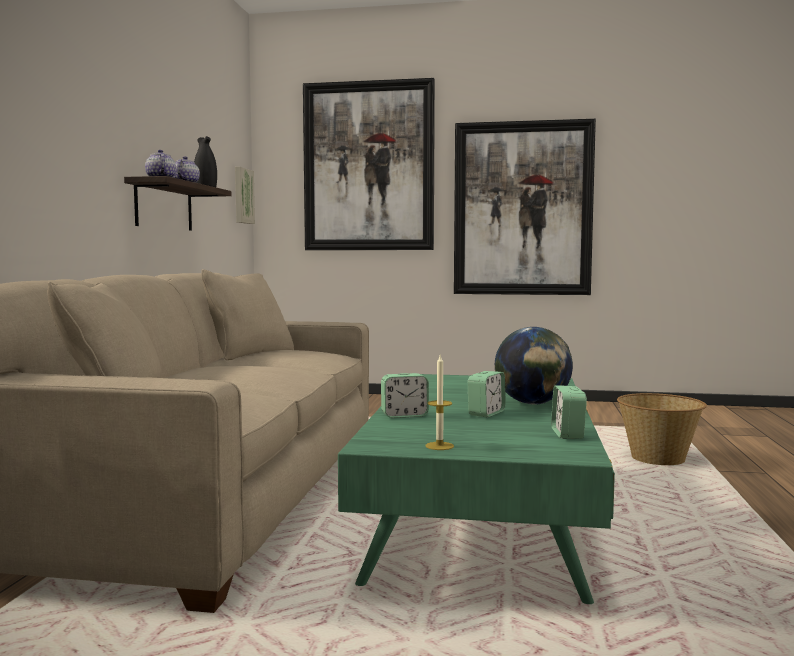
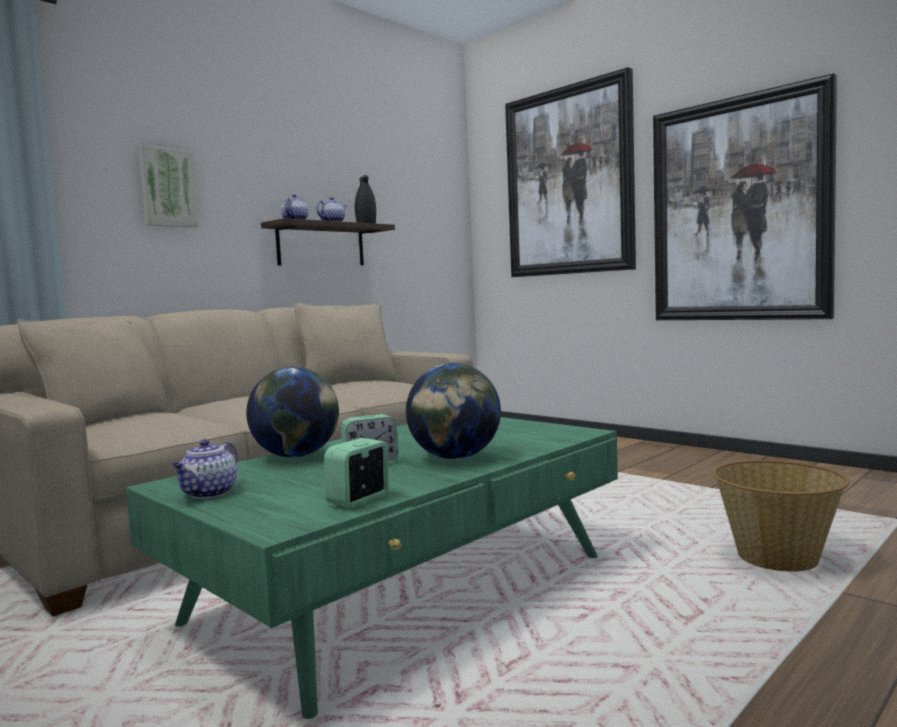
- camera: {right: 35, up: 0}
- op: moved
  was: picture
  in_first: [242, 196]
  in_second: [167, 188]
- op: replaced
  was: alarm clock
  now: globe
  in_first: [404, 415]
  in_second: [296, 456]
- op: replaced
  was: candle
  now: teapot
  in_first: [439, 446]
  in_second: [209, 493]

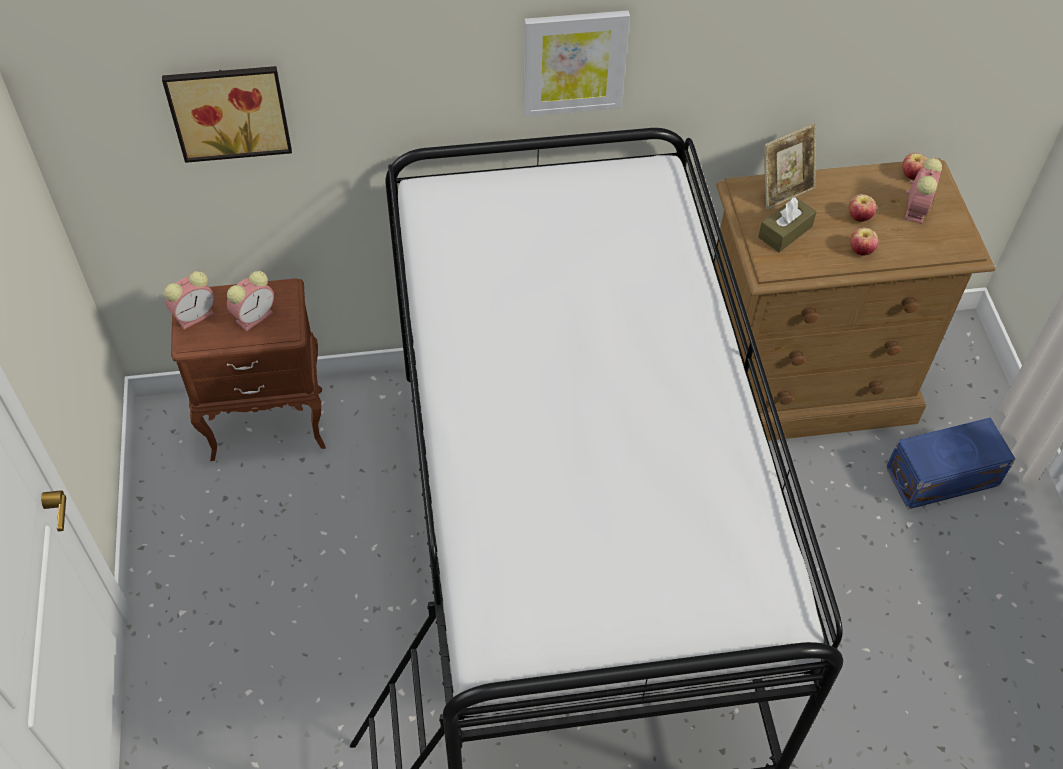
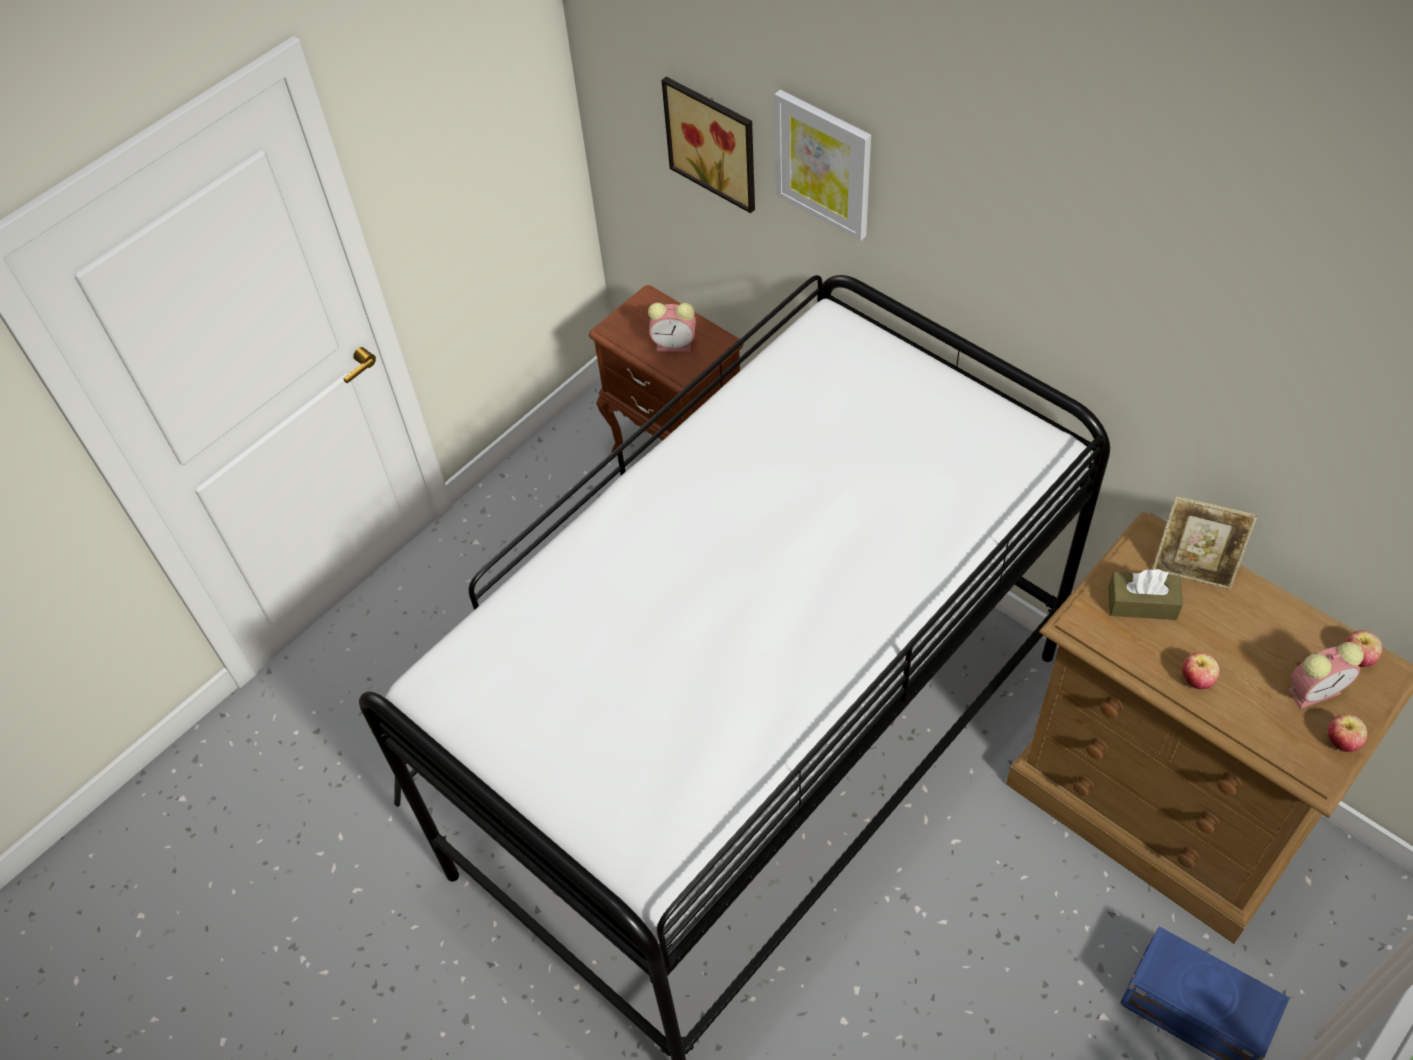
- camera: {right: 55, up: 0}
- op: removed
  was: alarm clock
  in_first: [196, 315]
- op: moved
  was: picture
  in_first: [574, 62]
  in_second: [824, 164]
- op: moved
  was: apple
  in_first: [859, 217]
  in_second: [1341, 741]

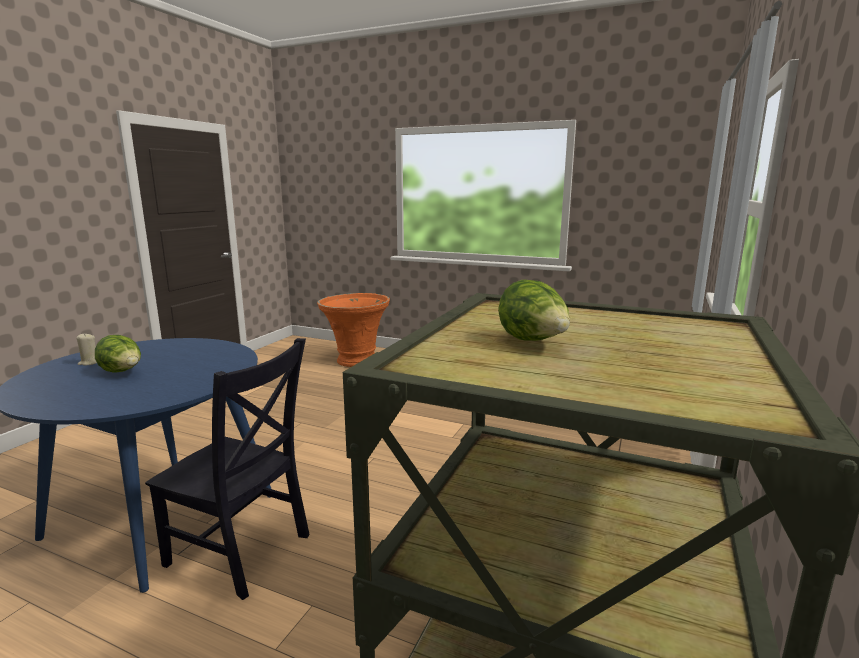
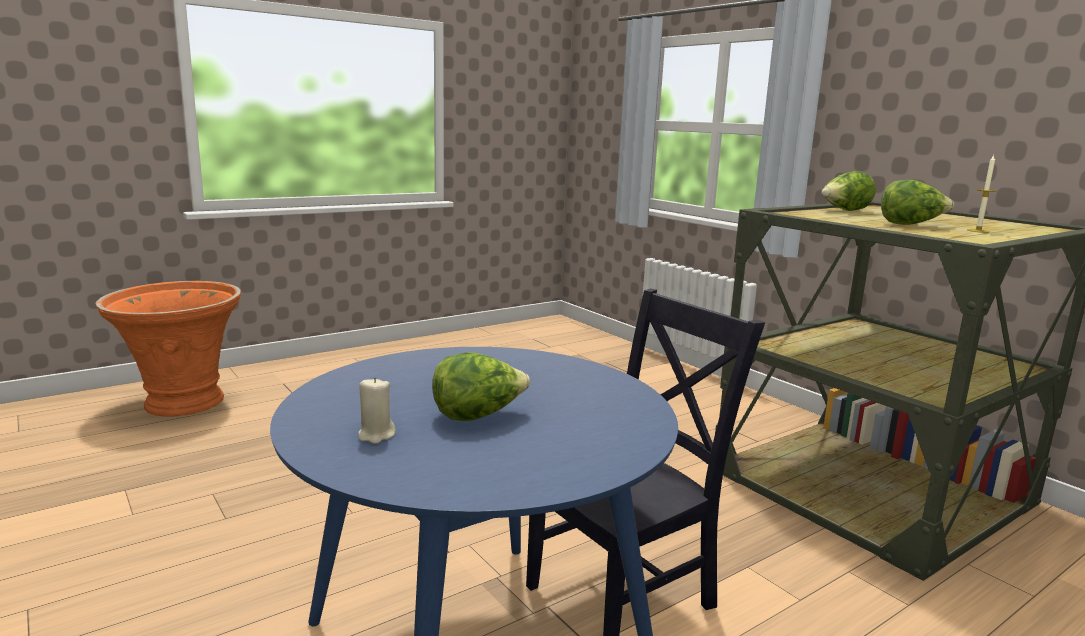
- camera: {right: -60, up: 0}
- op: added
  now: lettuce
  in_second: [845, 211]
- op: added
  now: candle
  in_second: [978, 231]

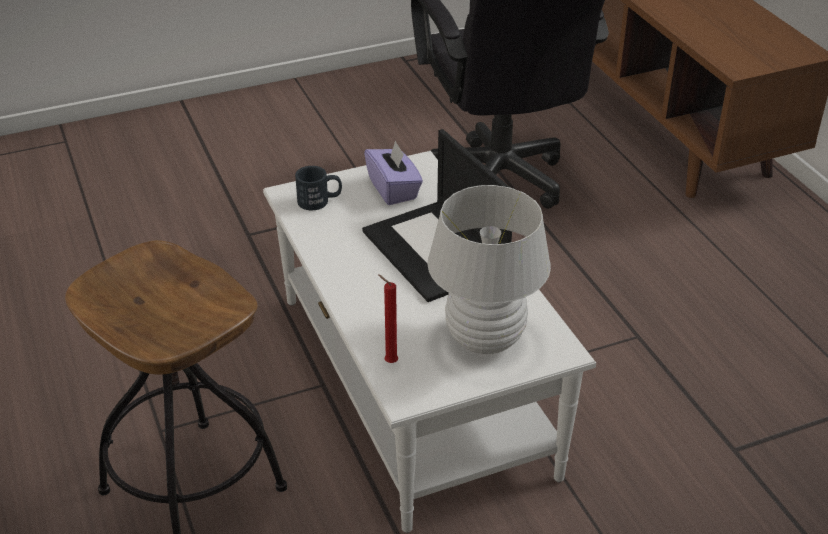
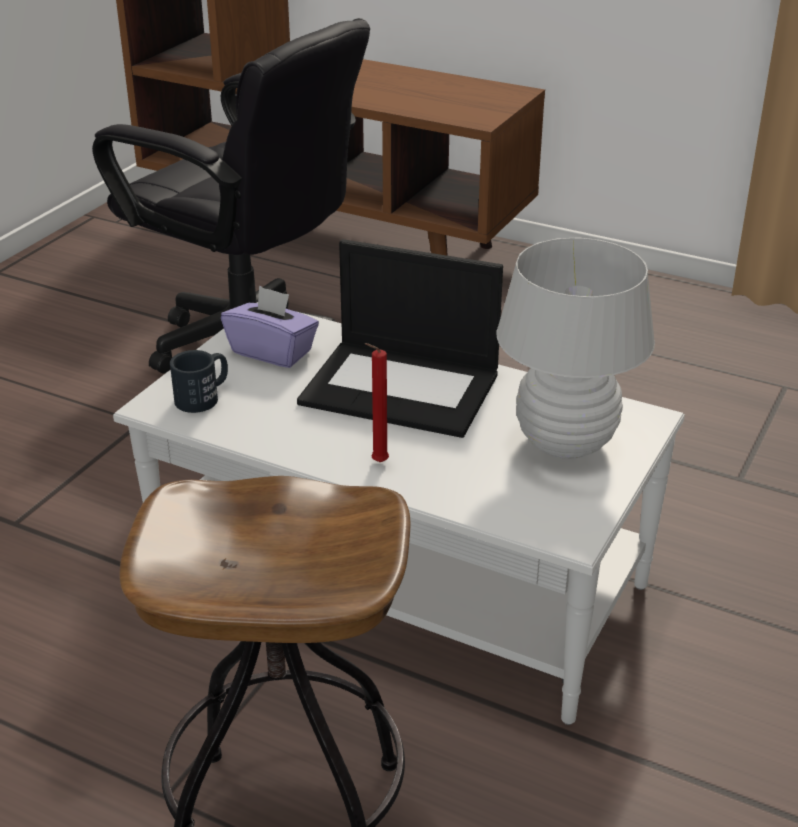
- camera: {right: -40, up: -5}
- op: moved
  was: red candle
  in_first: [389, 362]
  in_second: [377, 463]

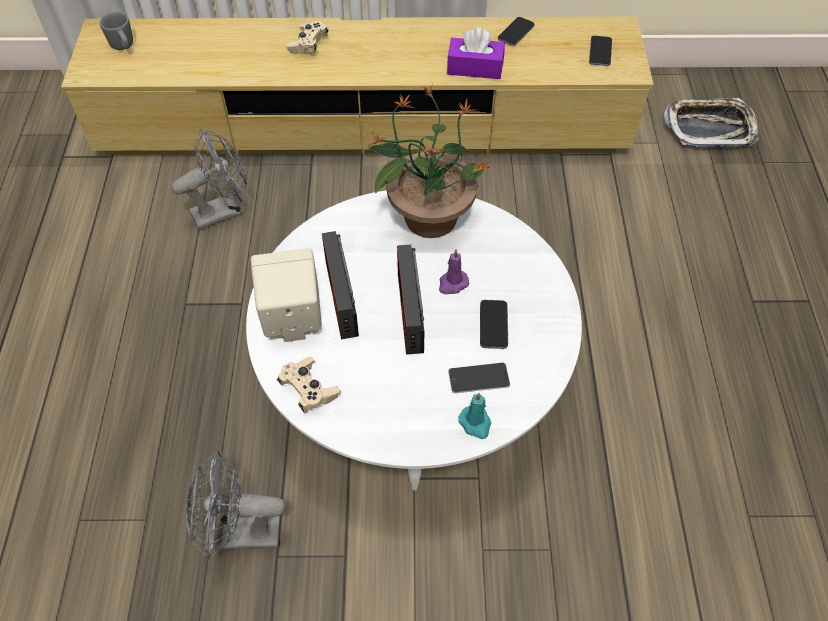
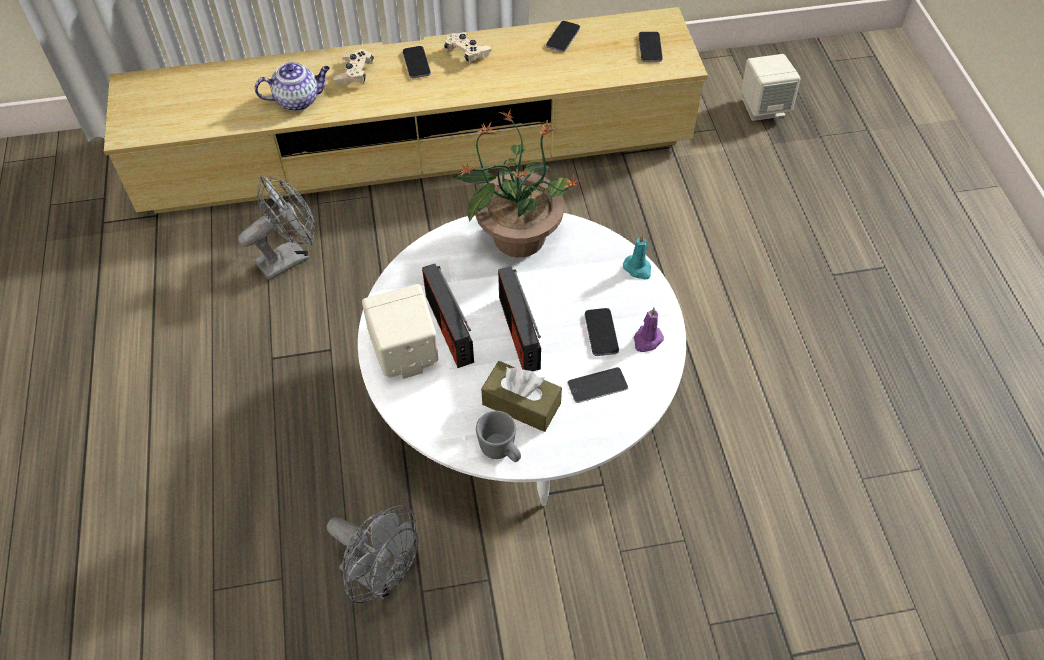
- camera: {right: -10, up: 0}
- op: removed
  was: purple tissue box
  in_first: [475, 68]
- op: added
  now: teapot
  in_second: [298, 100]
- op: added
  now: phone
  in_second: [416, 63]
- op: added
  now: brown tissue box
  in_second: [521, 404]
- op: moved
  was: grey mug
  in_first: [124, 47]
  in_second: [501, 451]
- op: moved
  was: beige game controller
  in_first: [309, 390]
  in_second: [467, 53]
- op: moved
  was: purple candle
  in_first: [452, 283]
  in_second: [647, 340]
- op: moved
  was: turquoise candle
  in_first: [475, 423]
  in_second: [638, 268]
- op: replaced
  was: tray
  now: beige speaker
  in_first: [710, 127]
  in_second: [763, 107]
- op: turned
  was: grey fan
  in_first: [240, 534]
  in_second: [381, 576]
  clockwise: -135

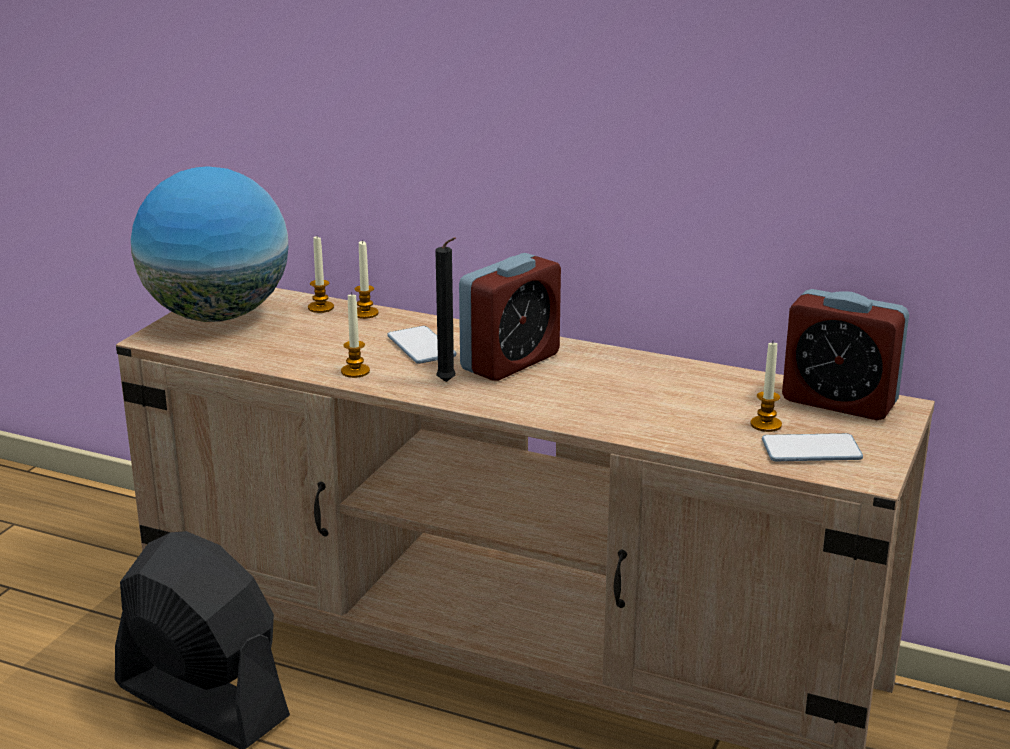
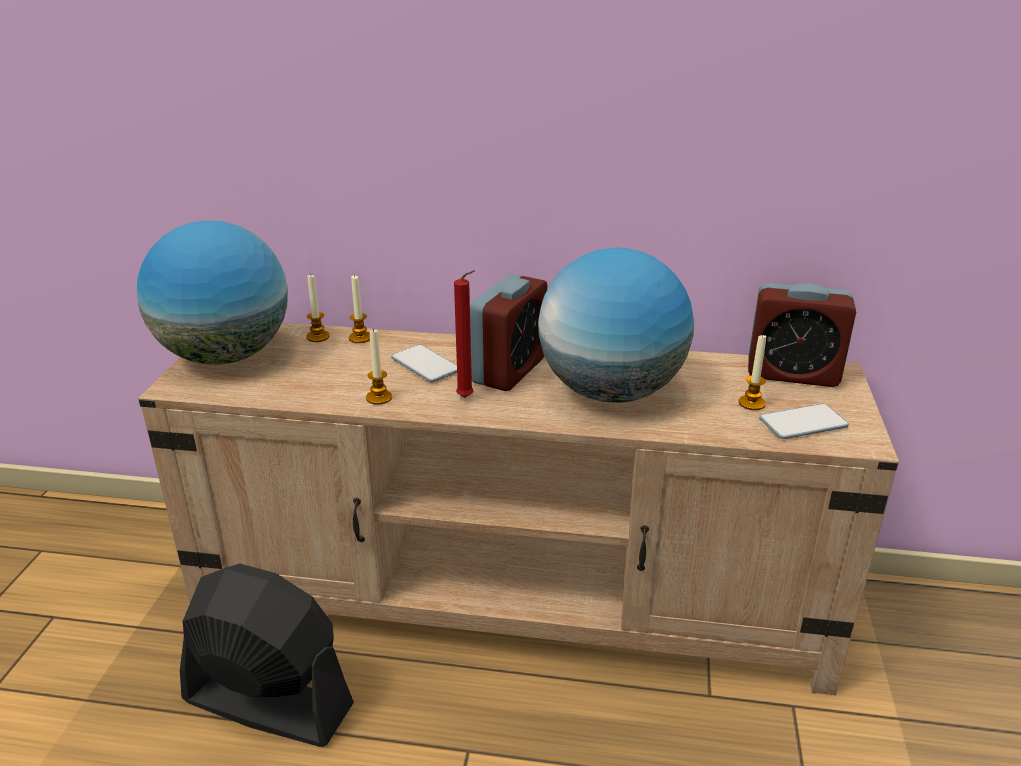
- camera: {right: -15, up: 5}
- op: added
  now: globe
  in_second: [611, 392]
- op: recoloured
  was: black candle
  now: red candle
  in_first: [448, 383]
  in_second: [467, 398]

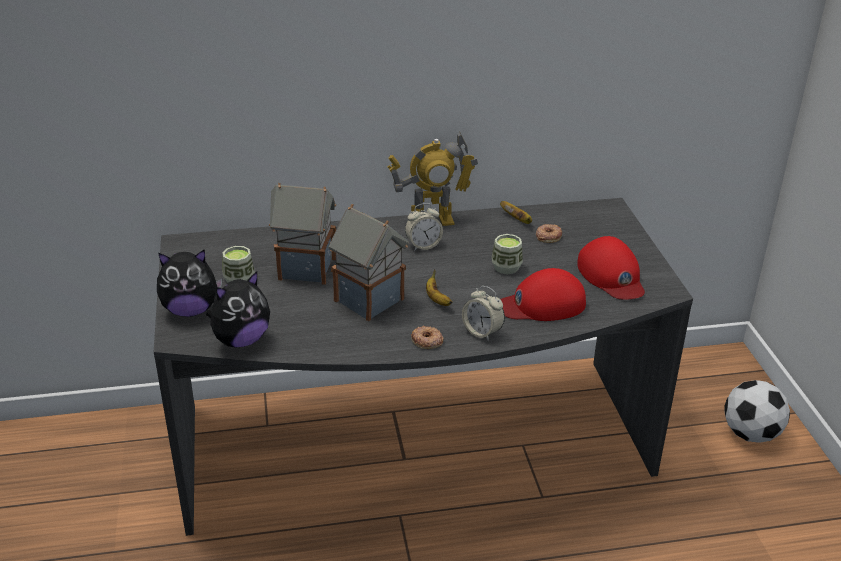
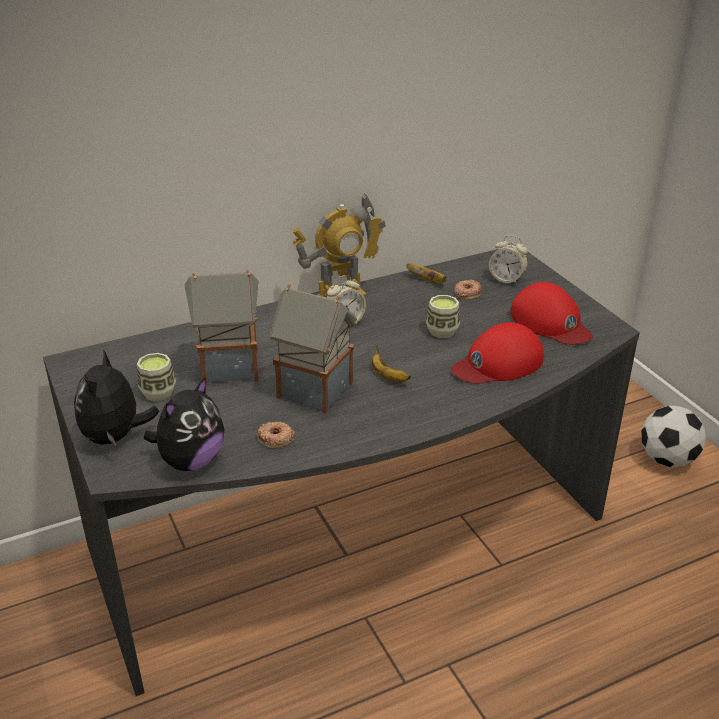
- camera: {right: -15, up: 0}
- op: moved
  was: donut
  in_first: [427, 341]
  in_second: [276, 438]
- op: moved
  was: alarm clock
  in_first: [482, 332]
  in_second: [506, 279]
- op: turned
  was: plush toy
  in_first: [191, 310]
  in_second: [115, 437]
  clockwise: 120

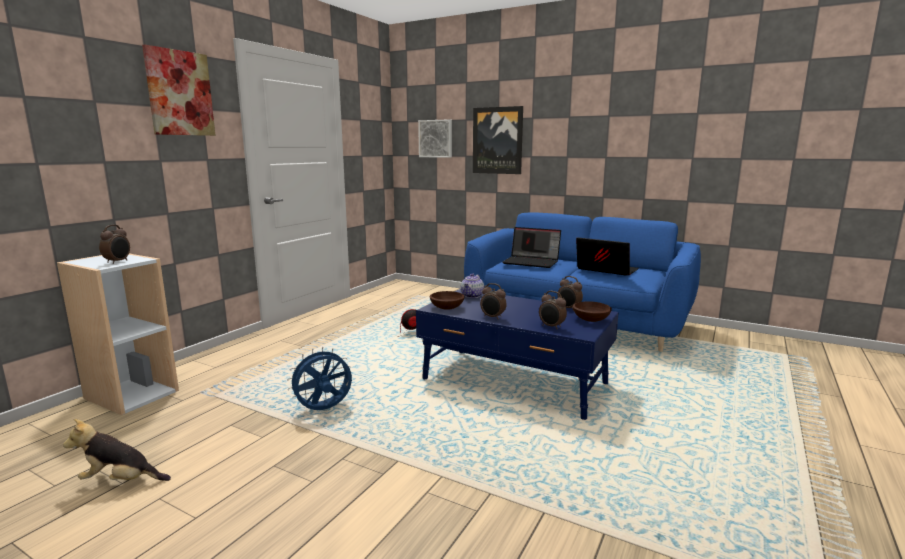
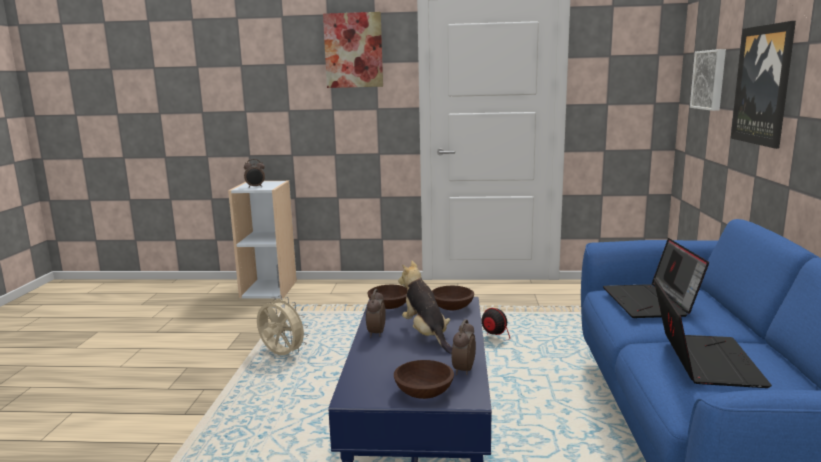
- camera: {right: 65, up: 0}
- op: removed
  was: alarm clock
  in_first: [551, 327]
- op: moved
  was: plush toy
  in_first: [121, 481]
  in_second: [426, 335]
- op: replaced
  was: teapot
  now: brown bowl
  in_first: [472, 296]
  in_second: [452, 308]
- op: recoloured
  was: blue fan
  now: beige fan
  in_first: [324, 410]
  in_second: [281, 355]

